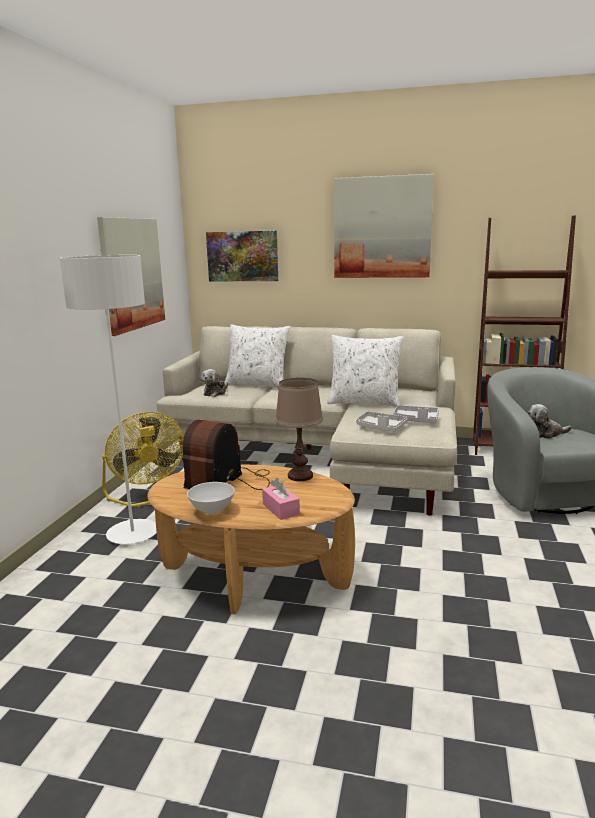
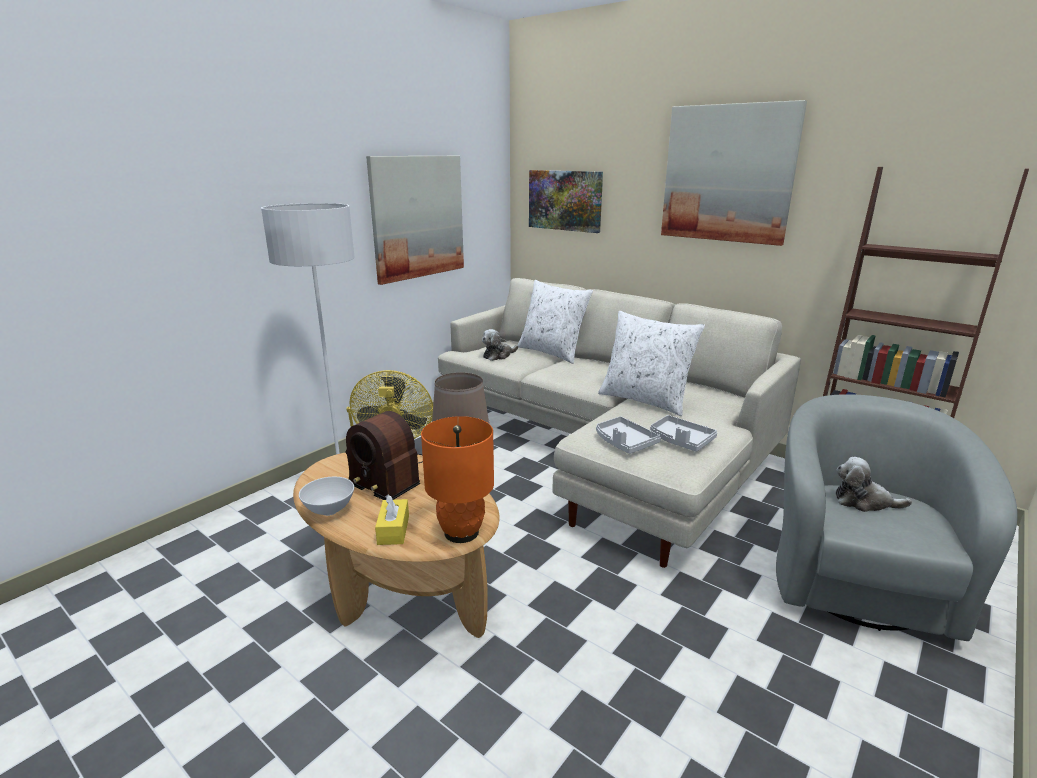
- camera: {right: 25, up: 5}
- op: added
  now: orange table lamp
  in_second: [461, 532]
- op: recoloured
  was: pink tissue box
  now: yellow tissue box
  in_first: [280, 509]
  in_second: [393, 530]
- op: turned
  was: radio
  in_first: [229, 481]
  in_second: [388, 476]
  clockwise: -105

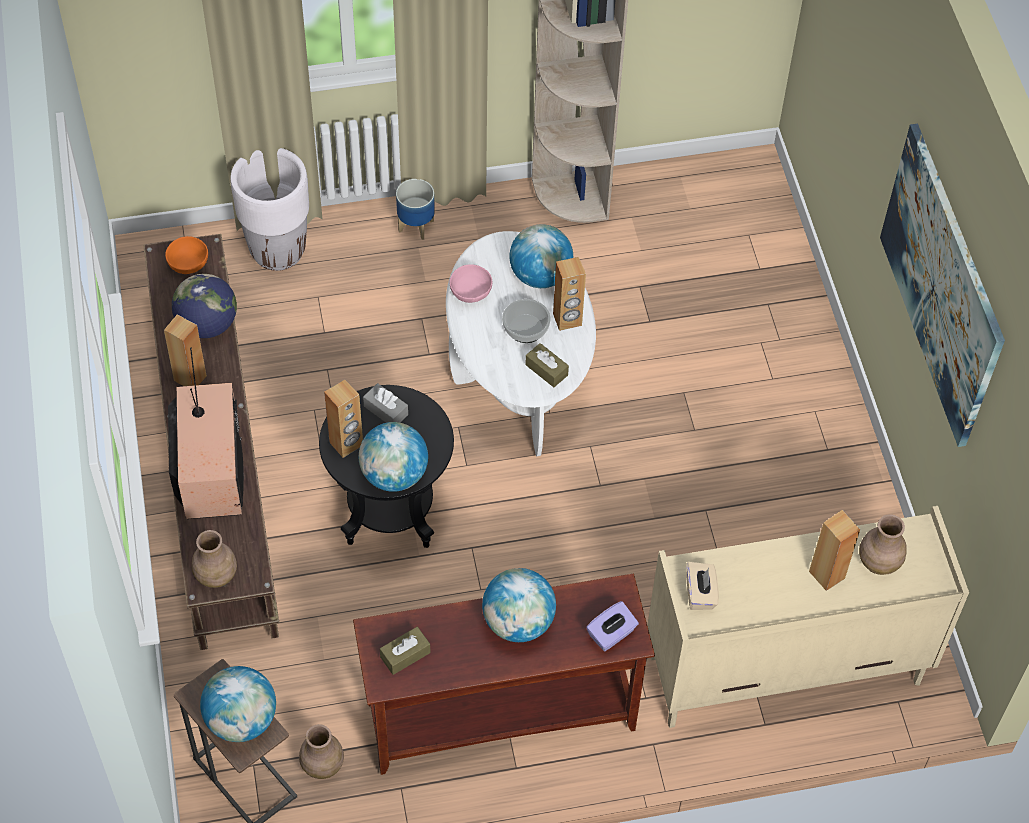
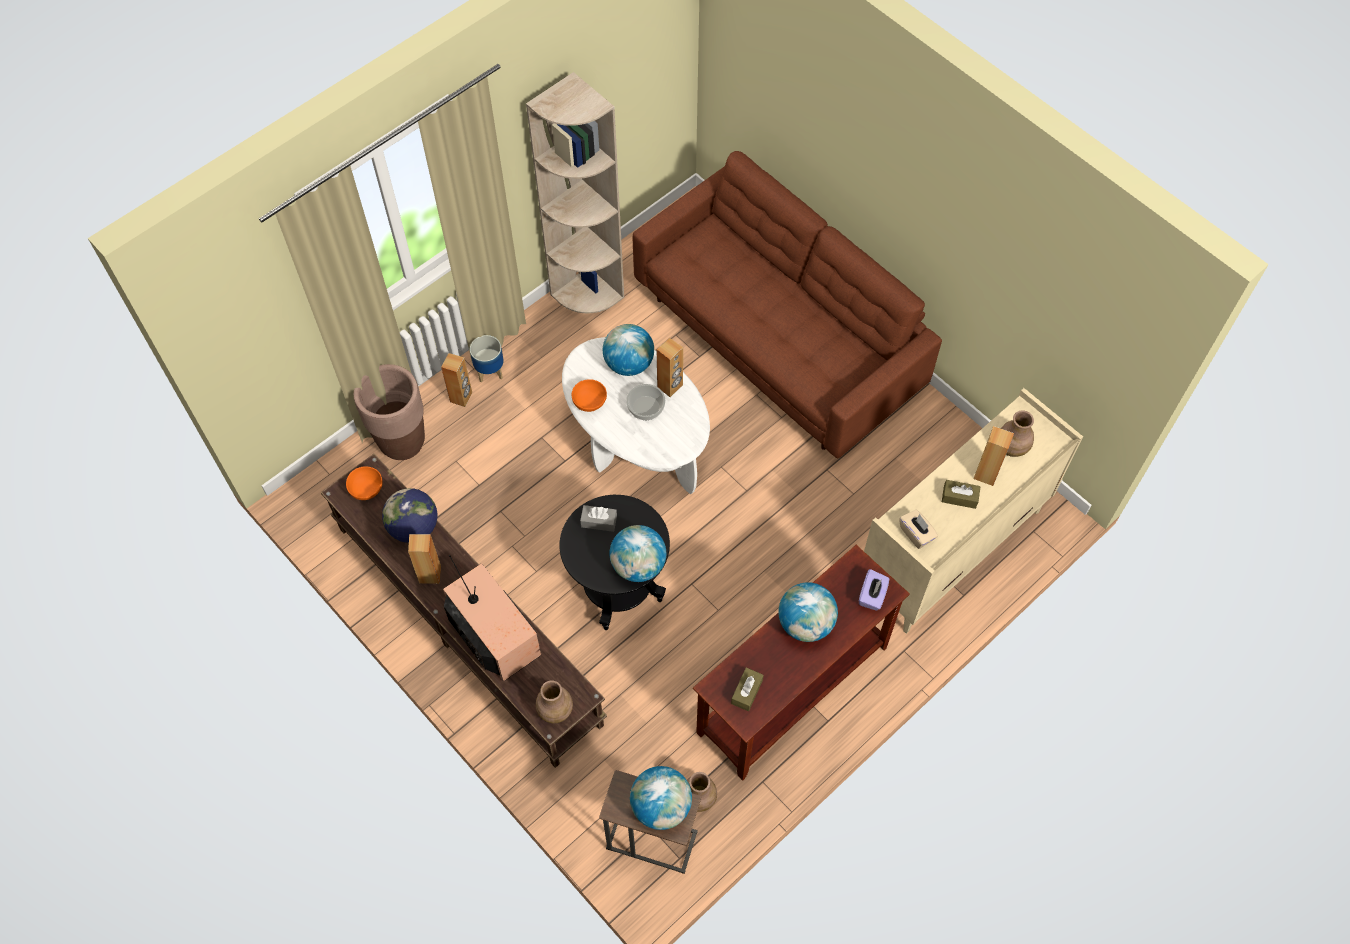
- camera: {right: -30, up: 5}
- op: removed
  was: picture
  in_first: [941, 284]
- op: added
  now: brown sofa
  in_second: [779, 341]
- op: moved
  was: brown speaker
  in_first: [346, 444]
  in_second: [461, 397]
- op: moved
  was: brown tissue box
  in_first: [546, 370]
  in_second: [959, 497]
- op: recoloured
  was: white planter
  now: brown planter
  in_first: [277, 251]
  in_second: [402, 442]
- op: recoloured
  was: pink bowl
  now: orange bowl
  in_first: [471, 294]
  in_second: [590, 403]

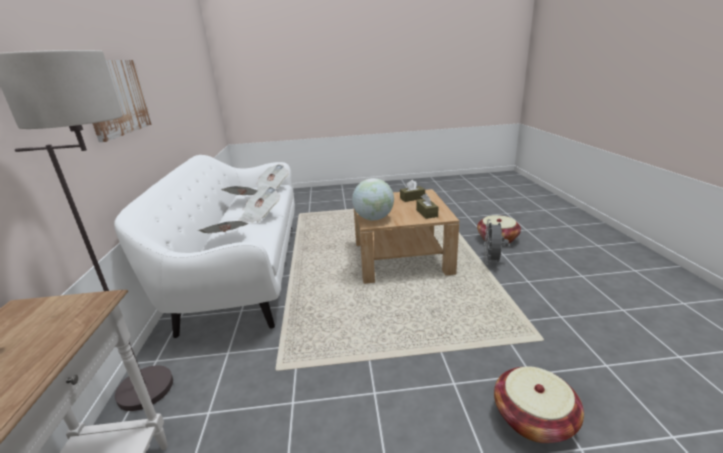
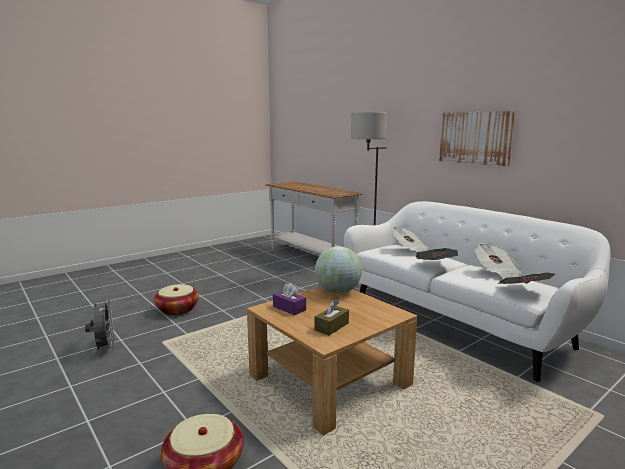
- camera: {right: 145, up: -10}
- op: moved
  was: grey fan
  in_first: [492, 262]
  in_second: [104, 349]
- op: recoloured
  was: brown tissue box
  now: purple tissue box
  in_first: [426, 213]
  in_second: [289, 308]

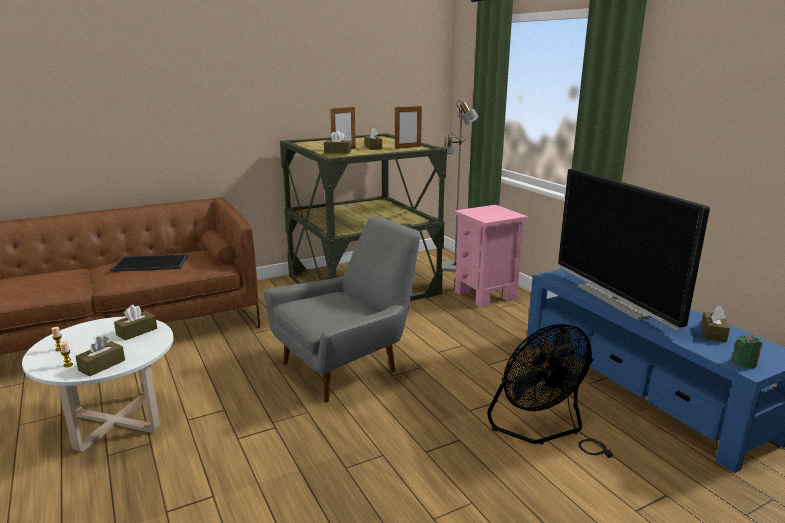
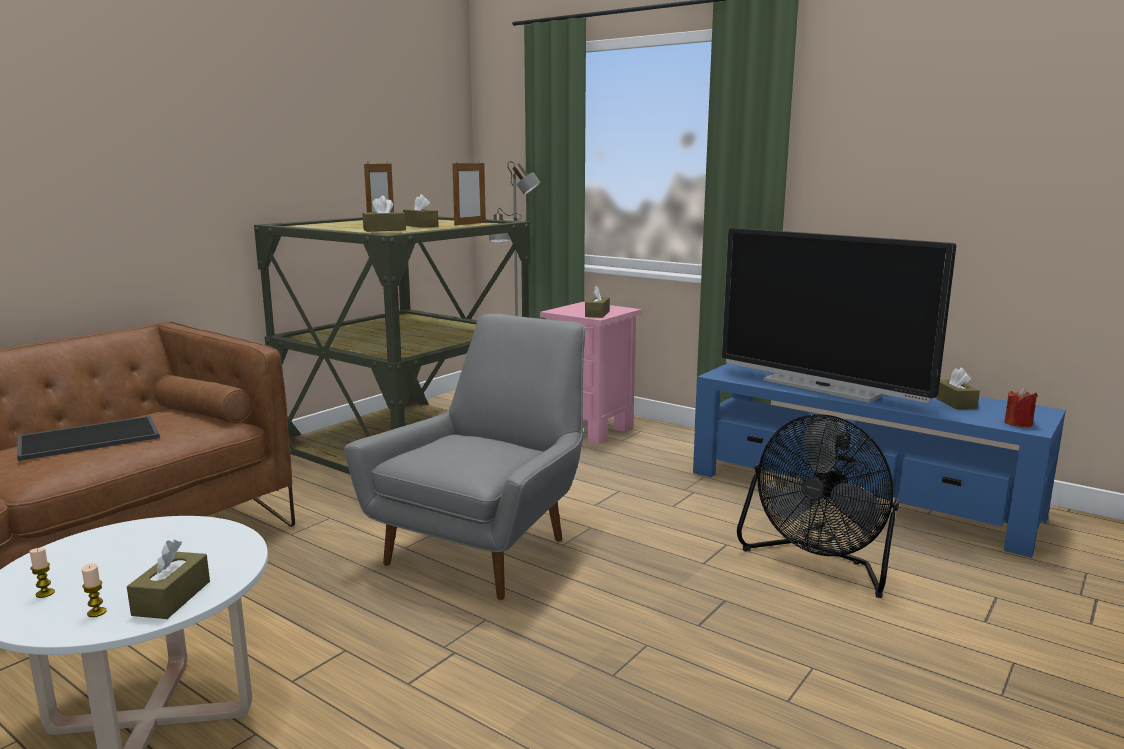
- camera: {right: -25, up: -5}
- op: moved
  was: brown tissue box
  in_first: [137, 332]
  in_second: [597, 314]
- op: recoloured
  was: green candle
  now: red candle
  in_first: [744, 363]
  in_second: [1018, 423]
- op: turned
  was: black fan
  in_first: [552, 428]
  in_second: [816, 560]
  clockwise: -90

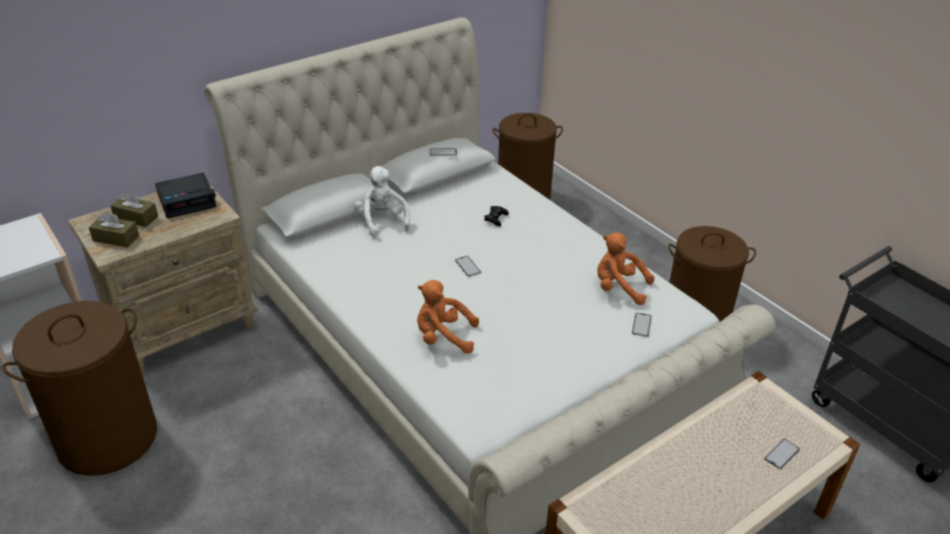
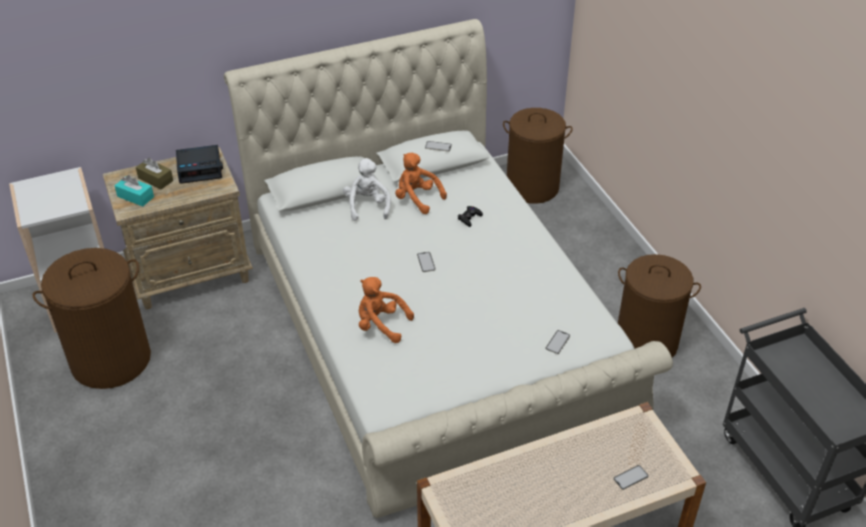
- camera: {right: 15, up: 5}
- op: moved
  was: orange plush toy
  in_first: [618, 288]
  in_second: [417, 199]
- op: recoloured
  was: brown tissue box
  now: turquoise tissue box
  in_first: [116, 238]
  in_second: [135, 196]

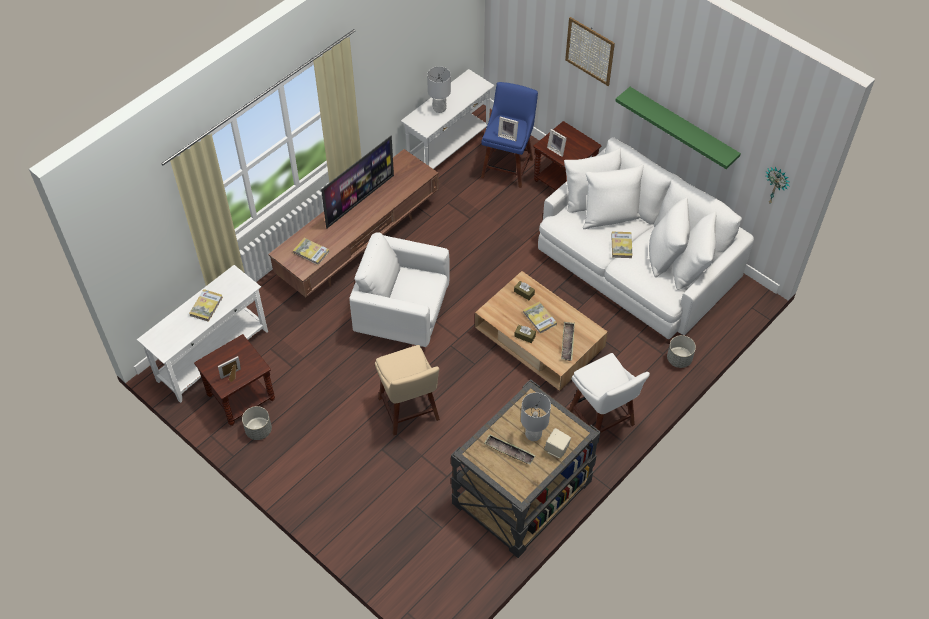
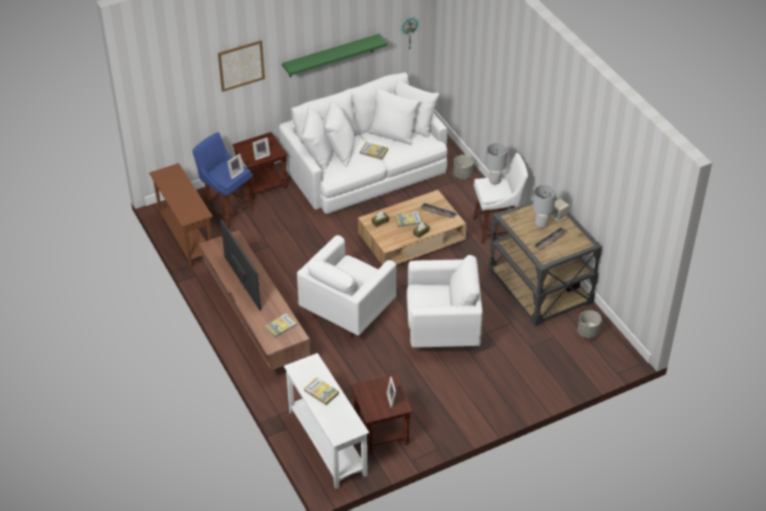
- camera: {right: -70, up: -10}
- op: moved
  was: grey planter
  in_first: [258, 430]
  in_second: [588, 332]
- op: moved
  was: grey table lamp
  in_first: [439, 109]
  in_second: [495, 181]
- op: replaced
  was: beige stool
  now: white armchair
  in_first: [409, 411]
  in_second: [443, 330]
- op: recoloured
  was: white console table
  now: brown console table
  in_first: [448, 150]
  in_second: [185, 239]

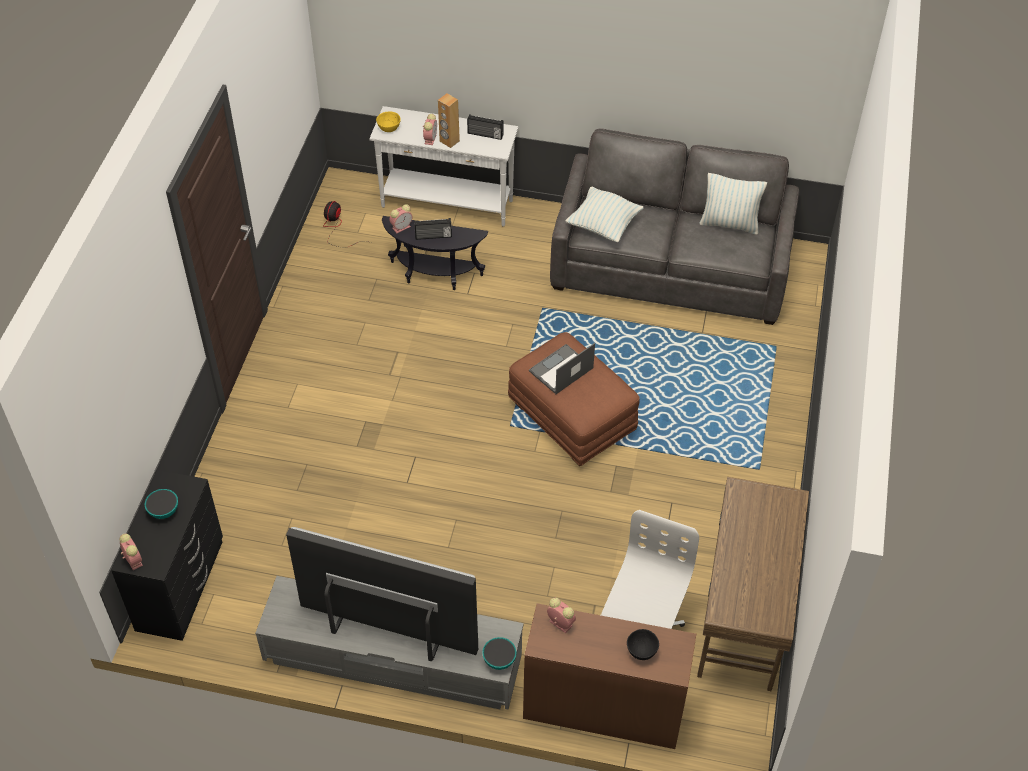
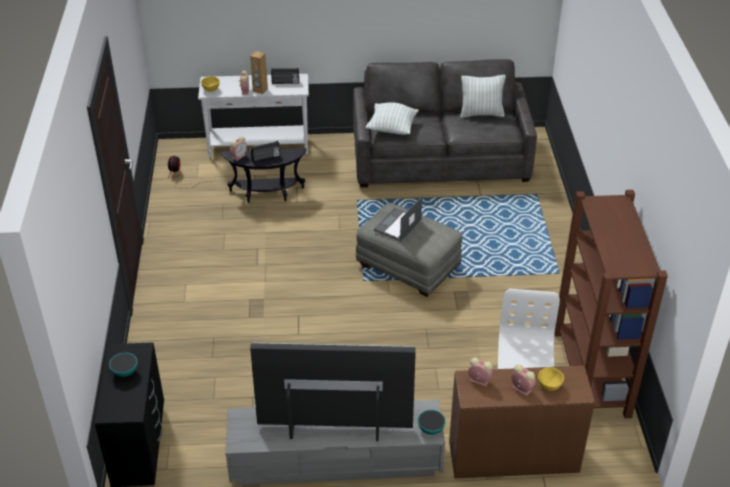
- camera: {right: -15, up: -10}
- op: moved
  was: alarm clock
  in_first: [133, 559]
  in_second: [521, 388]
- op: replaced
  was: brown console table
  now: brown bookcase
  in_first: [743, 620]
  in_second: [591, 373]
- op: recoloured
  was: brown ottoman
  now: grey ottoman
  in_first: [572, 418]
  in_second: [408, 267]
- op: recoloured
  was: black bowl
  now: yellow bowl
  in_first: [641, 652]
  in_second: [549, 386]

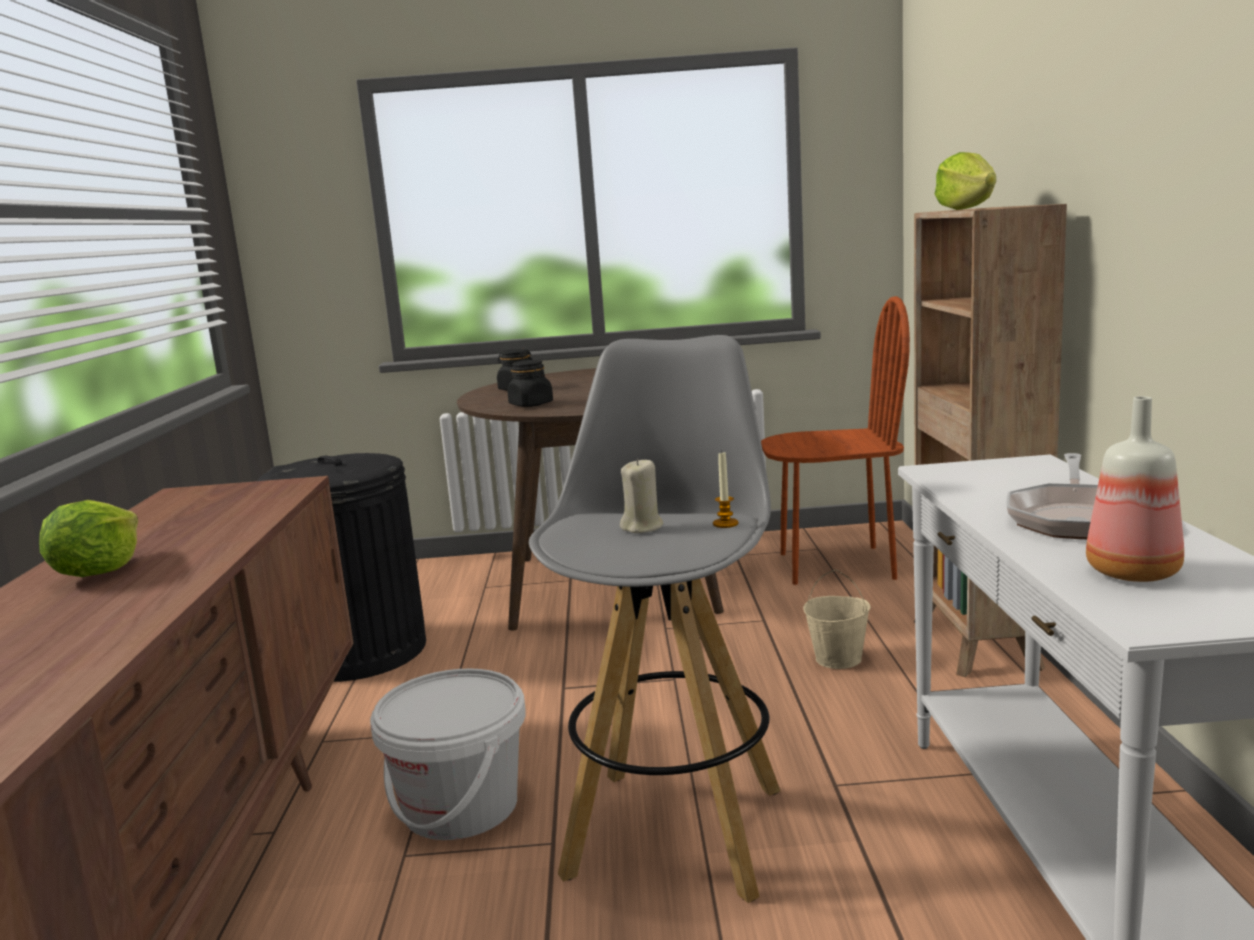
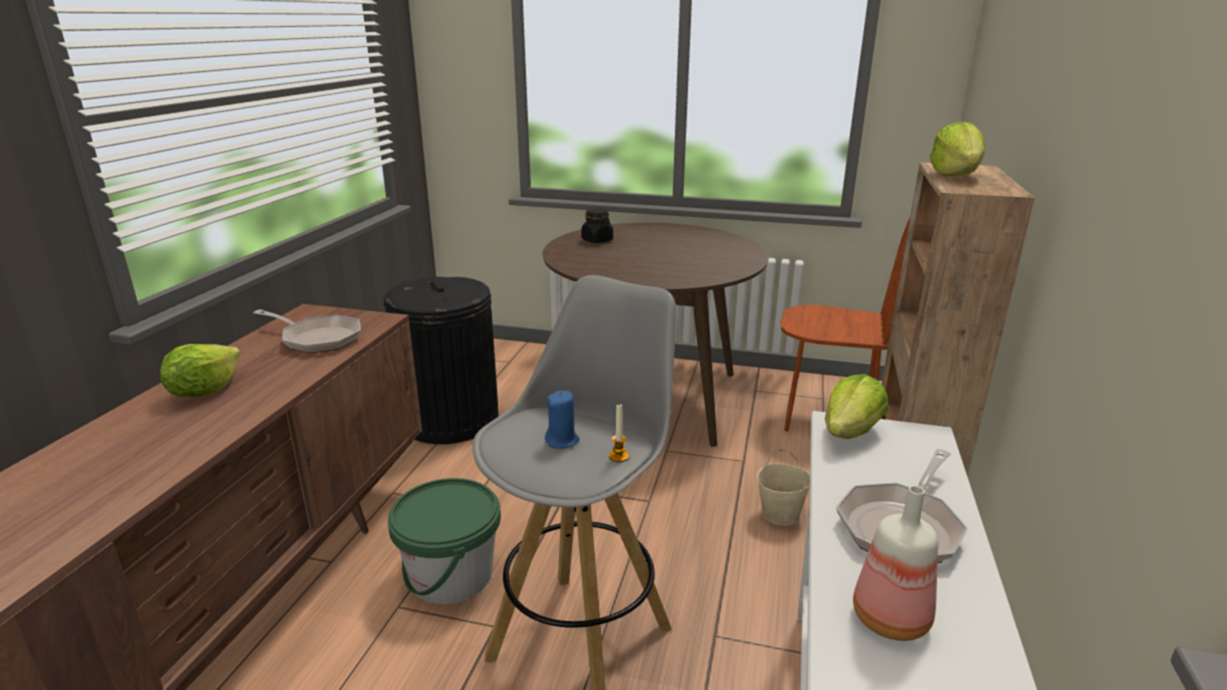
- camera: {right: 15, up: 10}
- op: removed
  was: black jar
  in_first: [531, 404]
- op: added
  now: frying pan
  in_second: [317, 339]
- op: added
  now: lettuce
  in_second: [851, 432]
- op: recoloured
  was: white bucket
  now: green bucket
  in_first: [460, 806]
  in_second: [451, 576]
- op: recoloured
  was: beige candle
  now: blue candle
  in_first: [642, 527]
  in_second: [562, 440]

